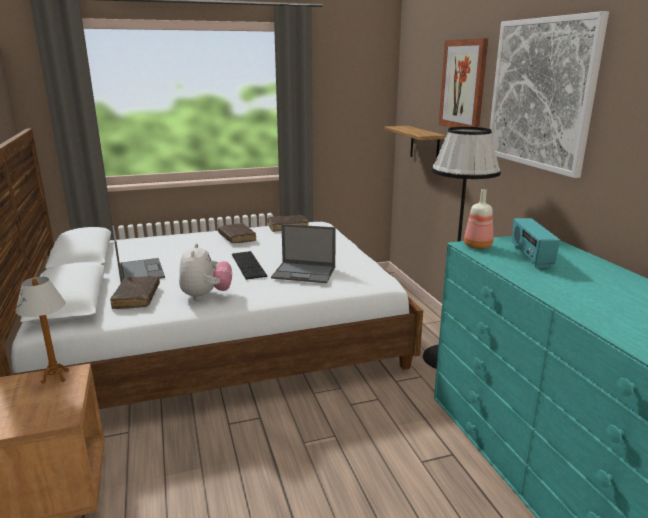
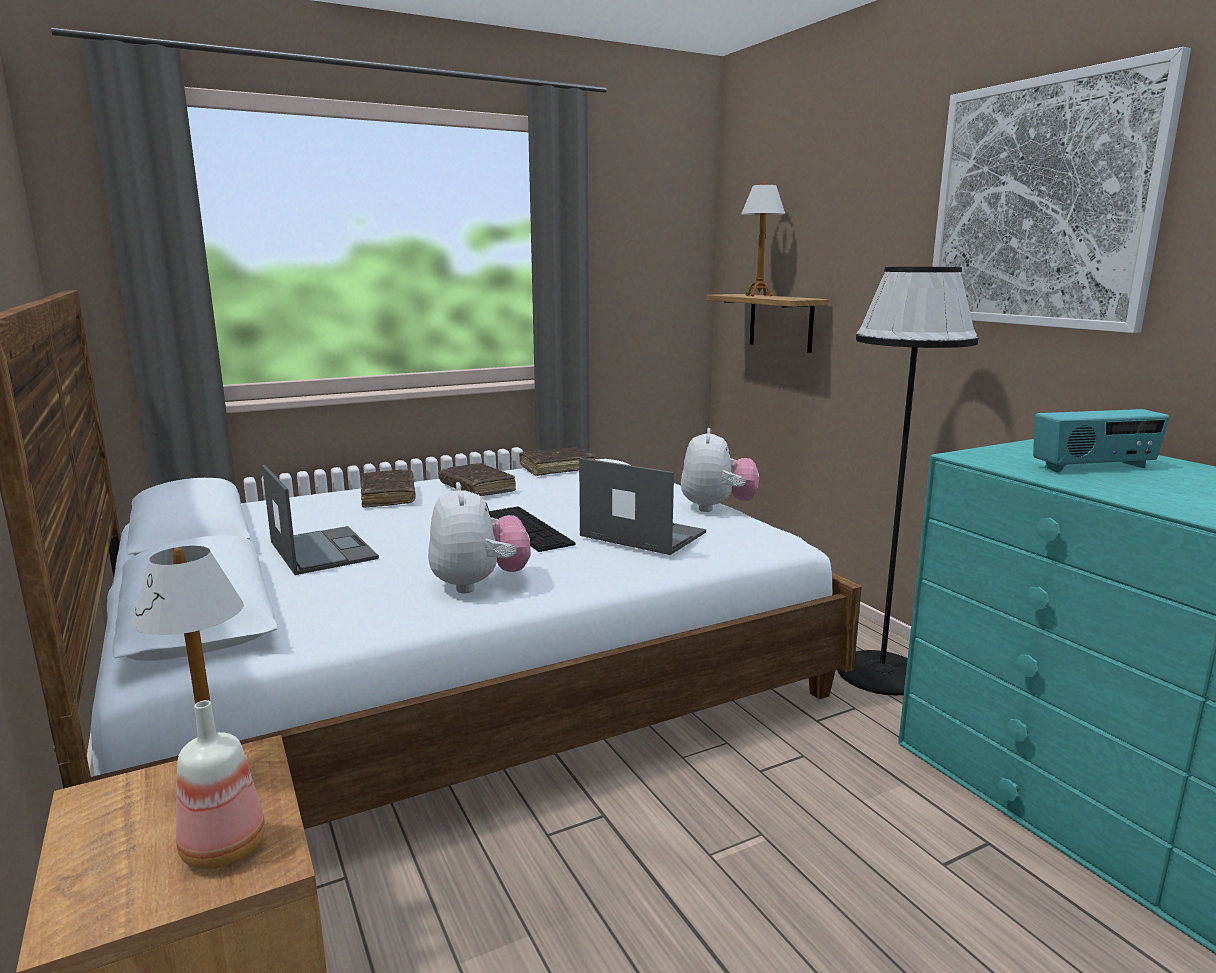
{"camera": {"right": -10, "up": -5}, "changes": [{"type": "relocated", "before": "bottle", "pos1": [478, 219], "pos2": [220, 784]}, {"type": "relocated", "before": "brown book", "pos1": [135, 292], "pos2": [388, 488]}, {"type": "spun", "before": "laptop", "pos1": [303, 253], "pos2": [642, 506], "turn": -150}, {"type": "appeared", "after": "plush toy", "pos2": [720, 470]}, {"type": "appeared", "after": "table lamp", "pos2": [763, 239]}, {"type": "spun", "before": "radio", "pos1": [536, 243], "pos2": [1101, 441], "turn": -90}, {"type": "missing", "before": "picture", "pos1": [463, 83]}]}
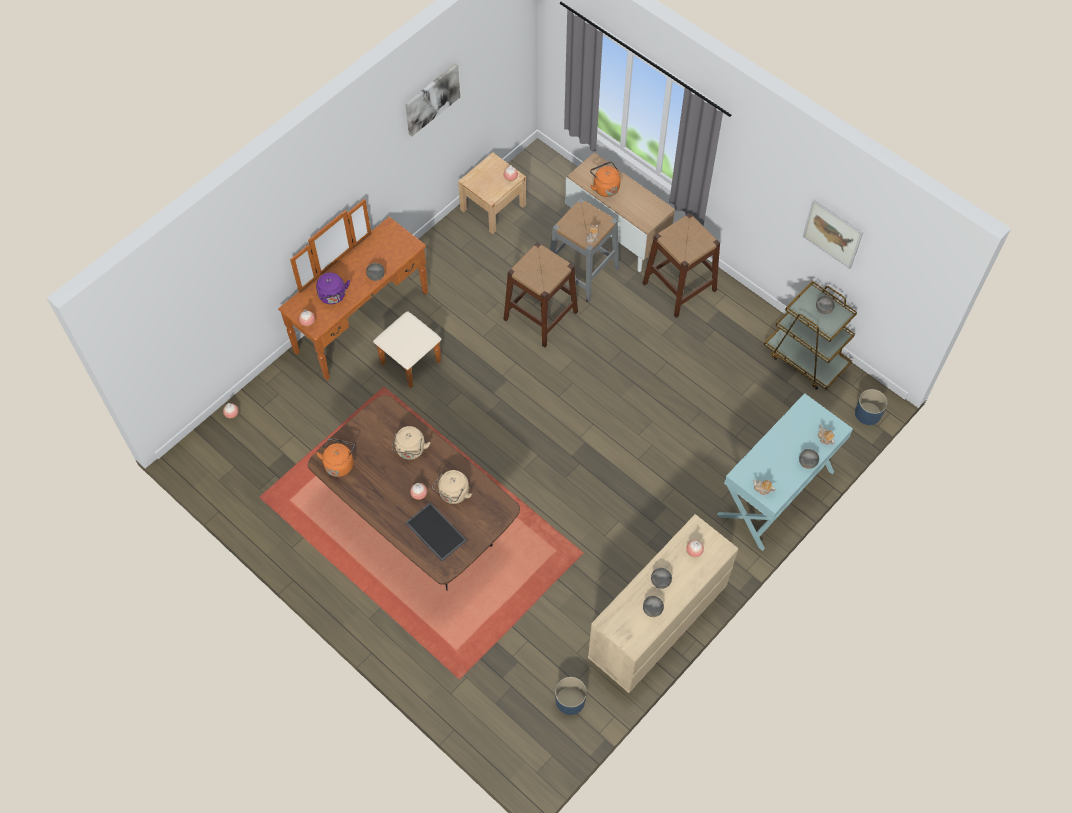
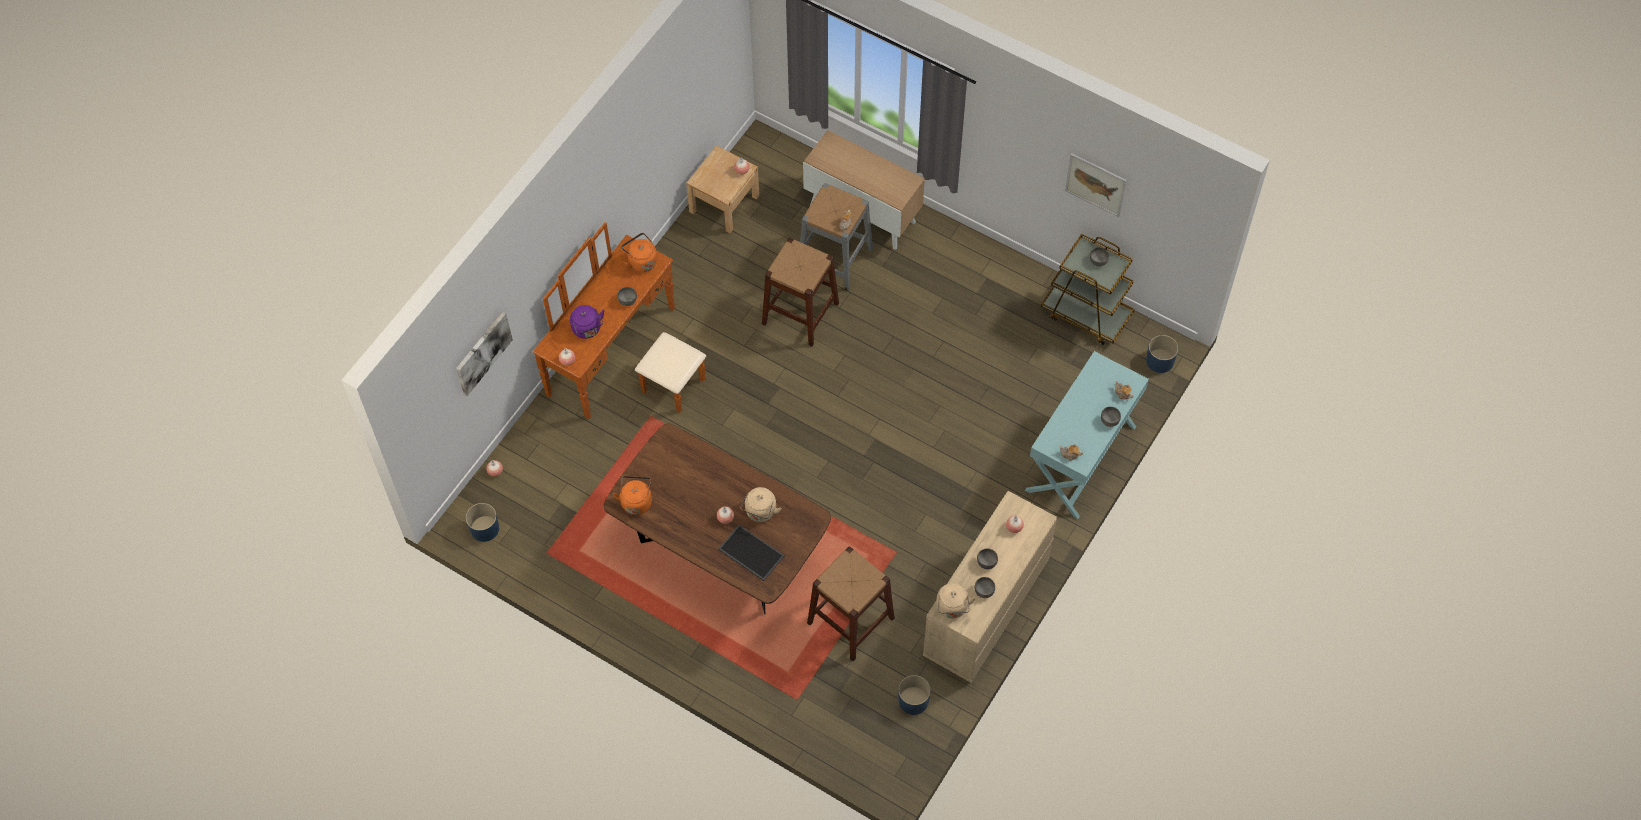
{"camera": {"right": -10, "up": 0}, "changes": [{"type": "relocated", "before": "picture", "pos1": [432, 99], "pos2": [484, 353]}, {"type": "appeared", "after": "blue planter", "pos2": [482, 522]}, {"type": "relocated", "before": "orange kettle", "pos1": [605, 179], "pos2": [639, 252]}, {"type": "relocated", "before": "brown stool", "pos1": [681, 265], "pos2": [851, 603]}, {"type": "relocated", "before": "beige kettle", "pos1": [411, 443], "pos2": [956, 601]}]}
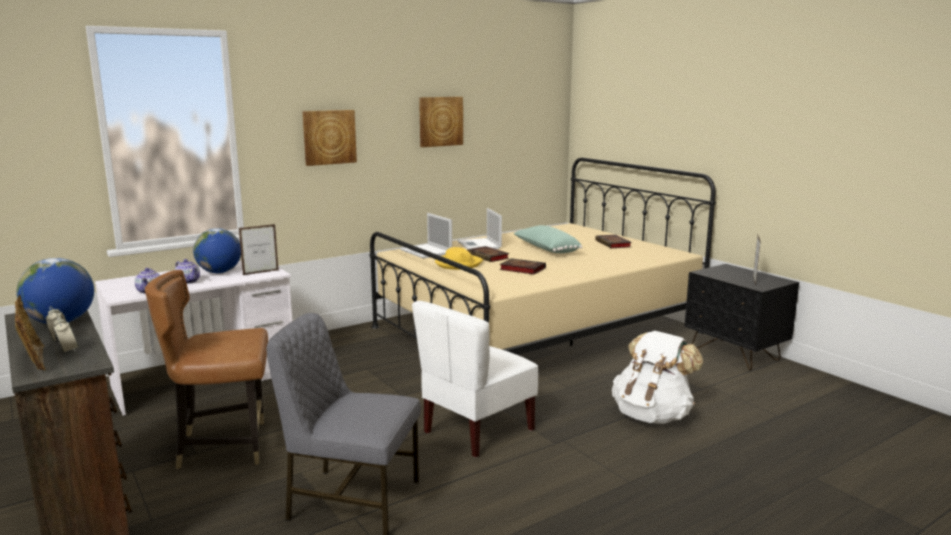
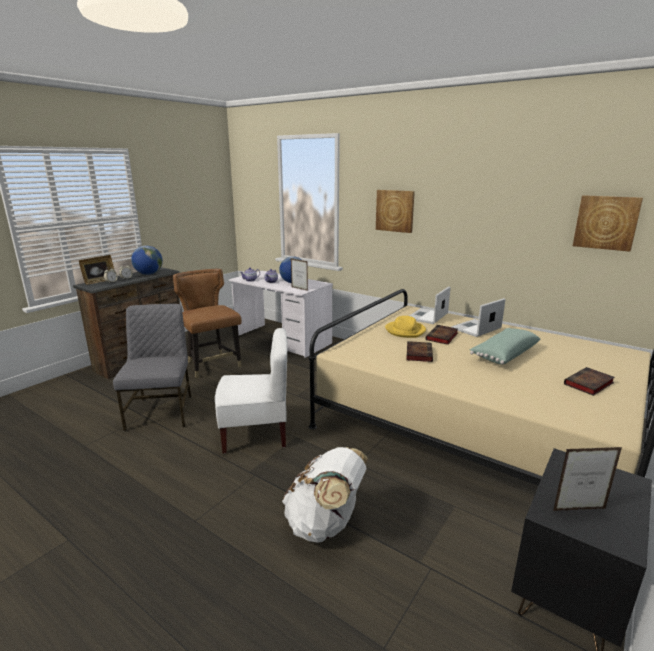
{"camera": {"right": 70, "up": 5}, "changes": [{"type": "spun", "before": "white chair", "pos1": [475, 379], "pos2": [251, 391], "turn": 150}, {"type": "relocated", "before": "picture", "pos1": [441, 122], "pos2": [608, 223]}]}
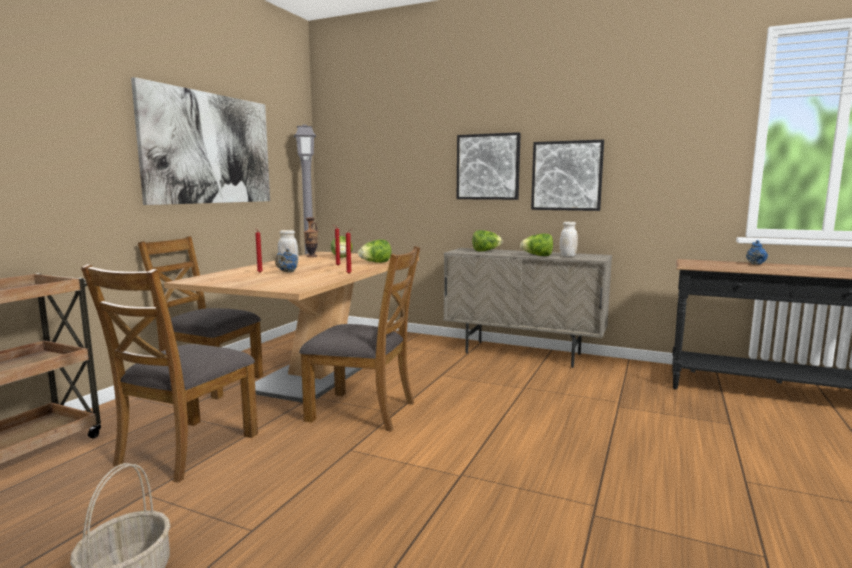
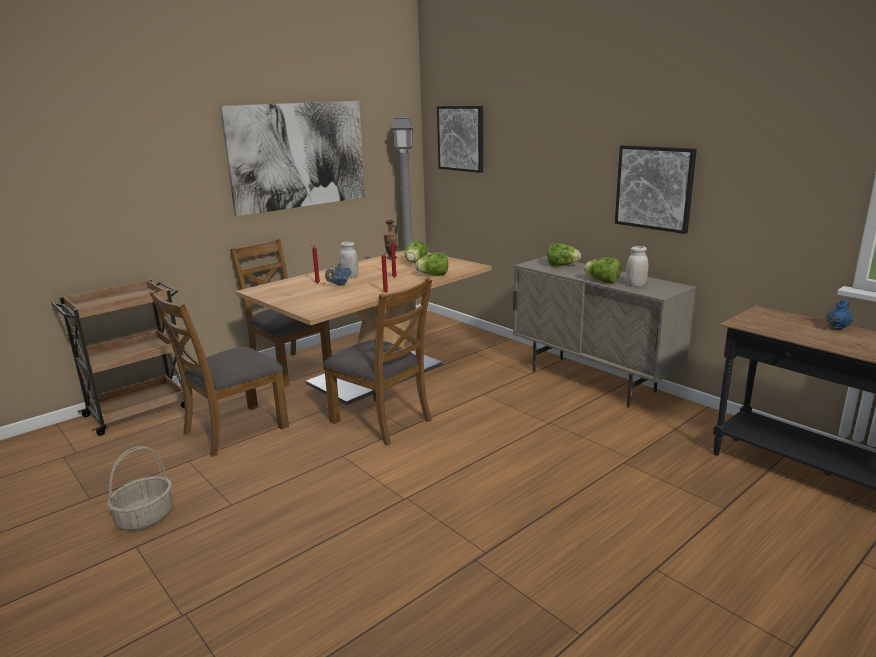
{"camera": {"right": 25, "up": 10}, "changes": [{"type": "relocated", "before": "picture", "pos1": [489, 166], "pos2": [460, 139]}]}
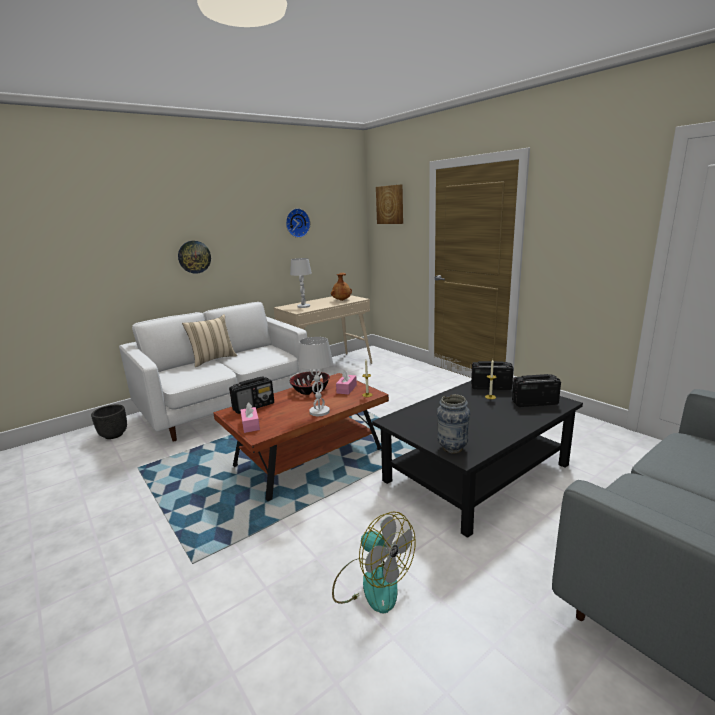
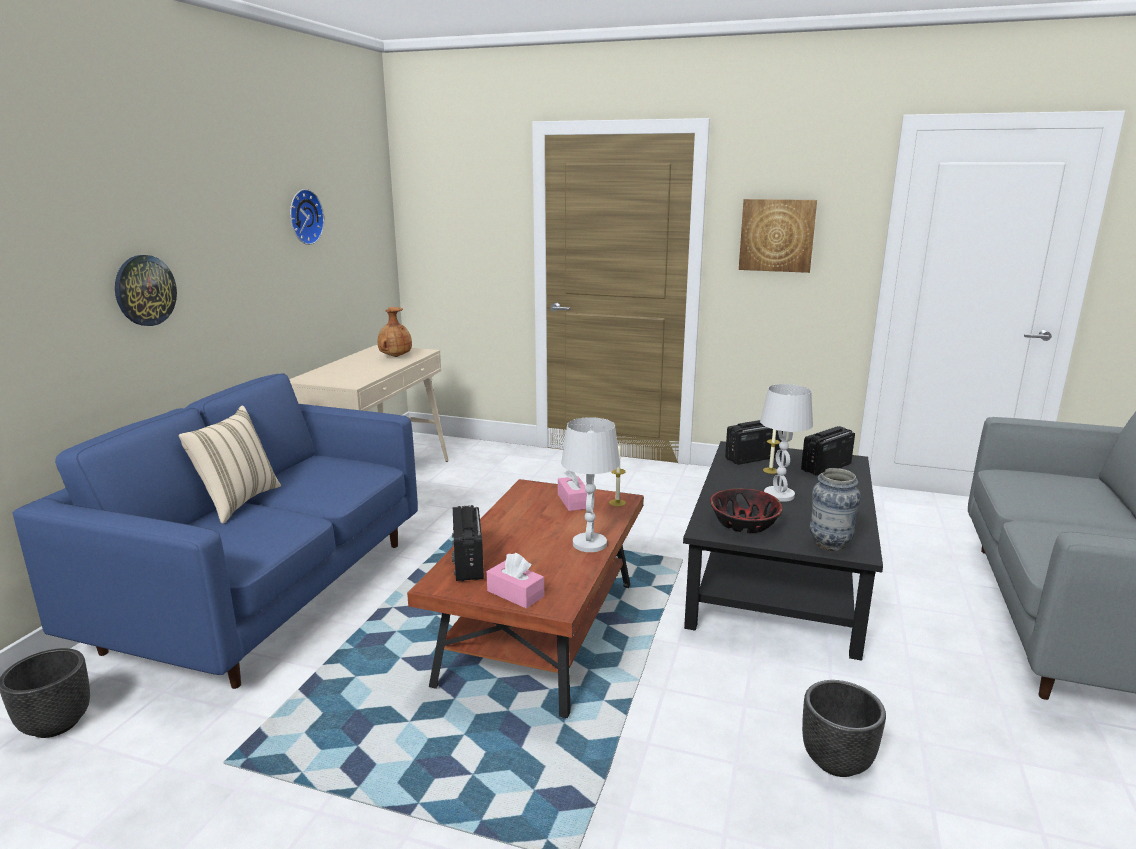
{"camera": {"right": -35, "up": 0}, "changes": [{"type": "colour", "before": "white sofa", "after": "blue sofa", "pos1": [214, 372], "pos2": [215, 531]}, {"type": "spun", "before": "radio", "pos1": [251, 395], "pos2": [468, 543], "turn": 150}, {"type": "relocated", "before": "bowl", "pos1": [310, 383], "pos2": [746, 511]}, {"type": "relocated", "before": "picture", "pos1": [389, 204], "pos2": [778, 236]}, {"type": "relocated", "before": "white table lamp", "pos1": [301, 283], "pos2": [786, 443]}, {"type": "exchanged", "before": "fan", "after": "black planter", "pos1": [374, 562], "pos2": [844, 728]}]}
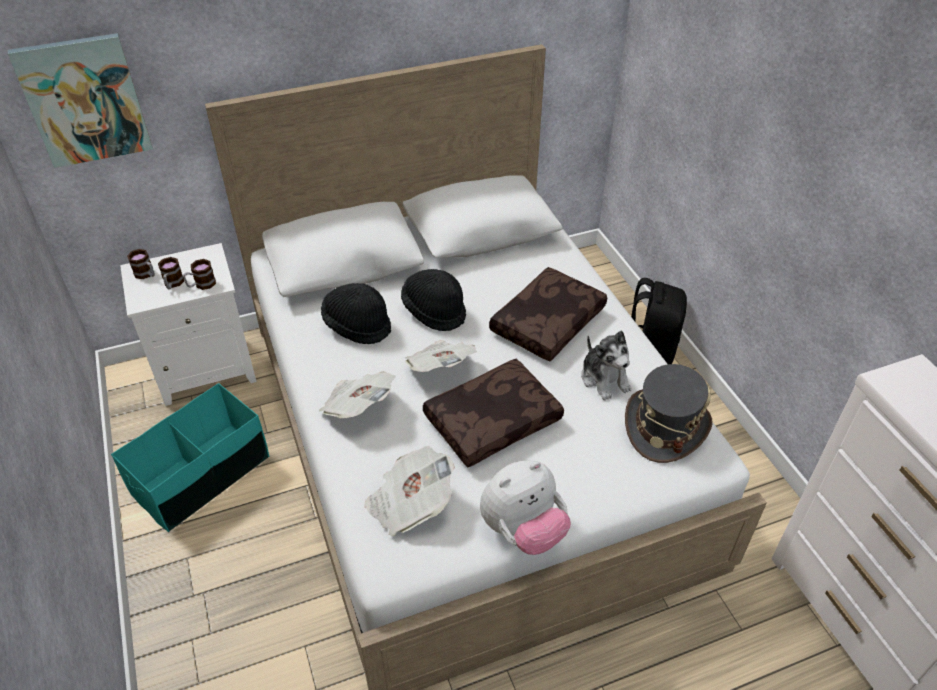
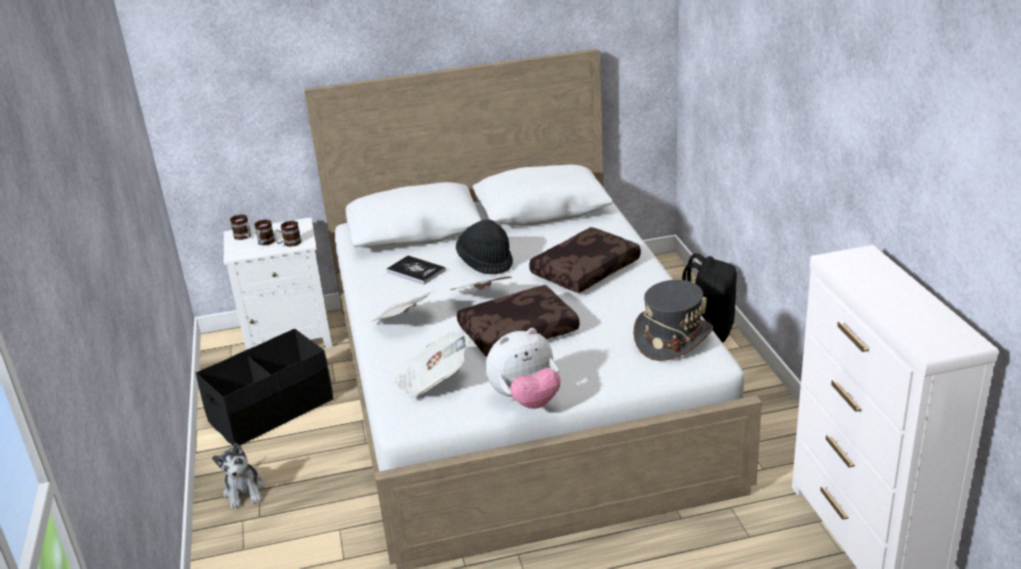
{"camera": {"right": 10, "up": -15}, "changes": [{"type": "colour", "before": "turquoise storage box", "after": "black storage box", "pos1": [190, 457], "pos2": [265, 387]}, {"type": "relocated", "before": "plush toy", "pos1": [606, 366], "pos2": [238, 476]}, {"type": "exchanged", "before": "black hat", "after": "book", "pos1": [356, 313], "pos2": [416, 270]}, {"type": "missing", "before": "picture", "pos1": [80, 100]}]}
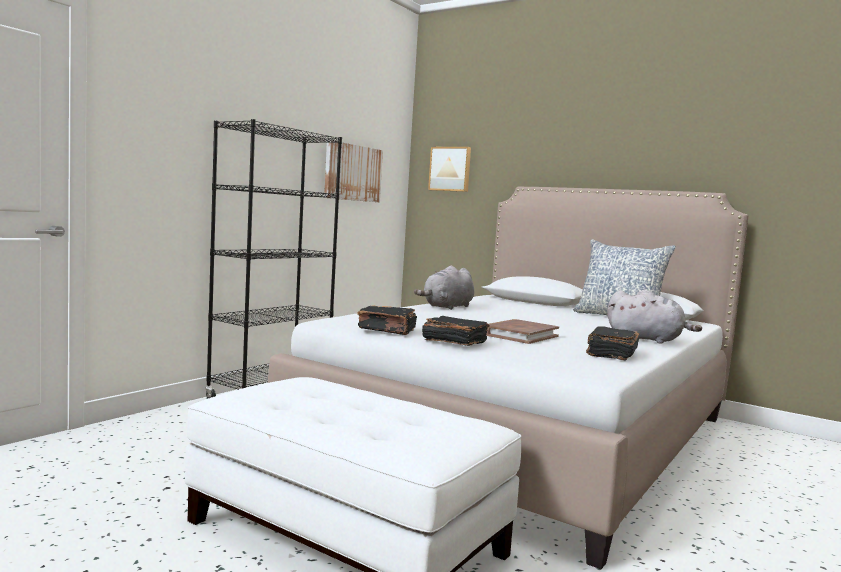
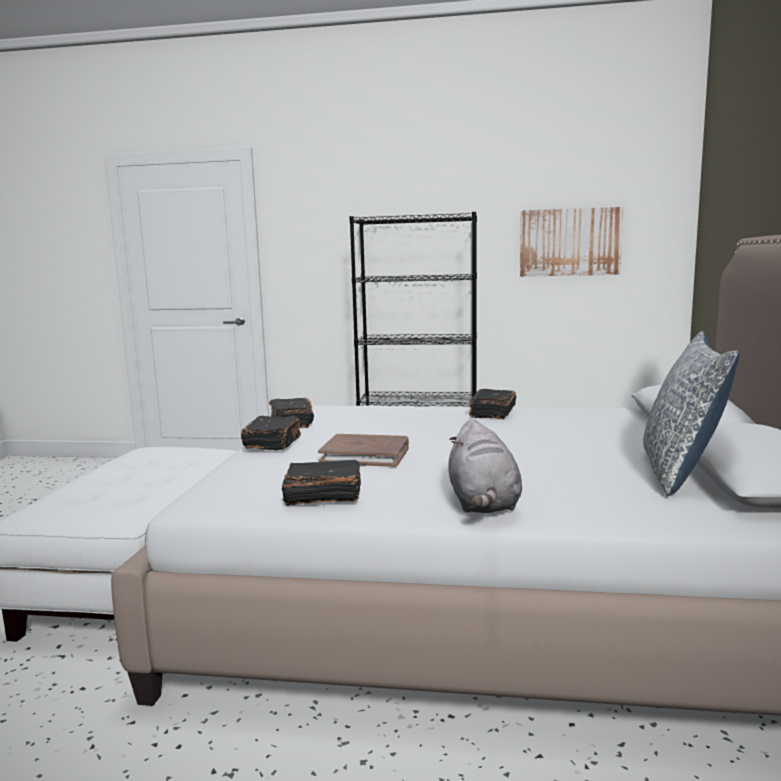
{"camera": {"right": 65, "up": 5}, "changes": [{"type": "exchanged", "before": "grey plush toy", "after": "black book", "pos1": [444, 287], "pos2": [493, 404]}, {"type": "missing", "before": "picture", "pos1": [449, 169]}]}
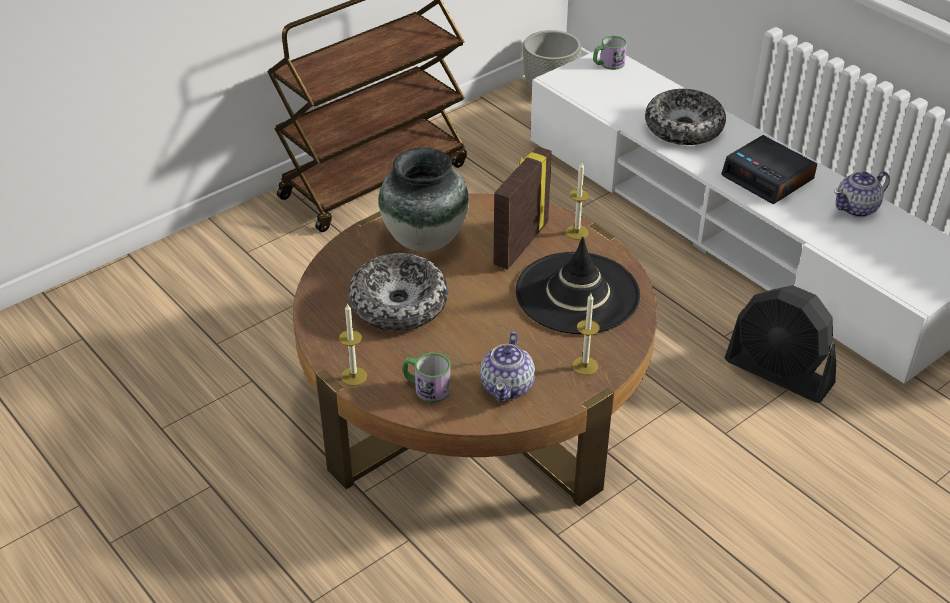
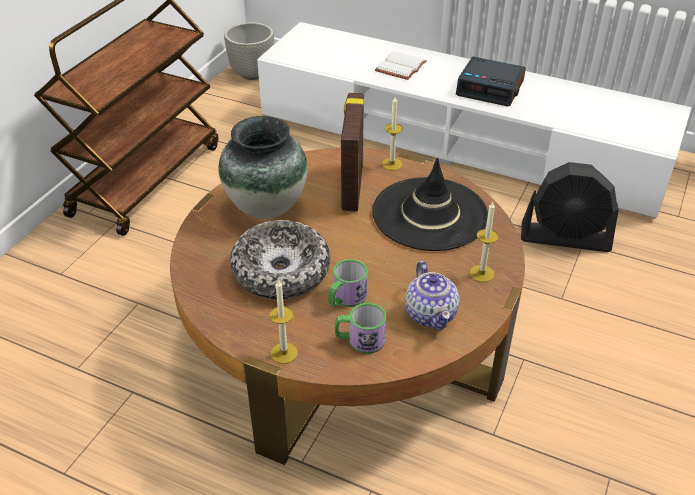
{"camera": {"right": -25, "up": 0}, "changes": [{"type": "relocated", "before": "mug", "pos1": [610, 53], "pos2": [348, 283]}, {"type": "exchanged", "before": "bowl", "after": "white book", "pos1": [685, 117], "pos2": [401, 65]}, {"type": "missing", "before": "teapot", "pos1": [862, 194]}]}
